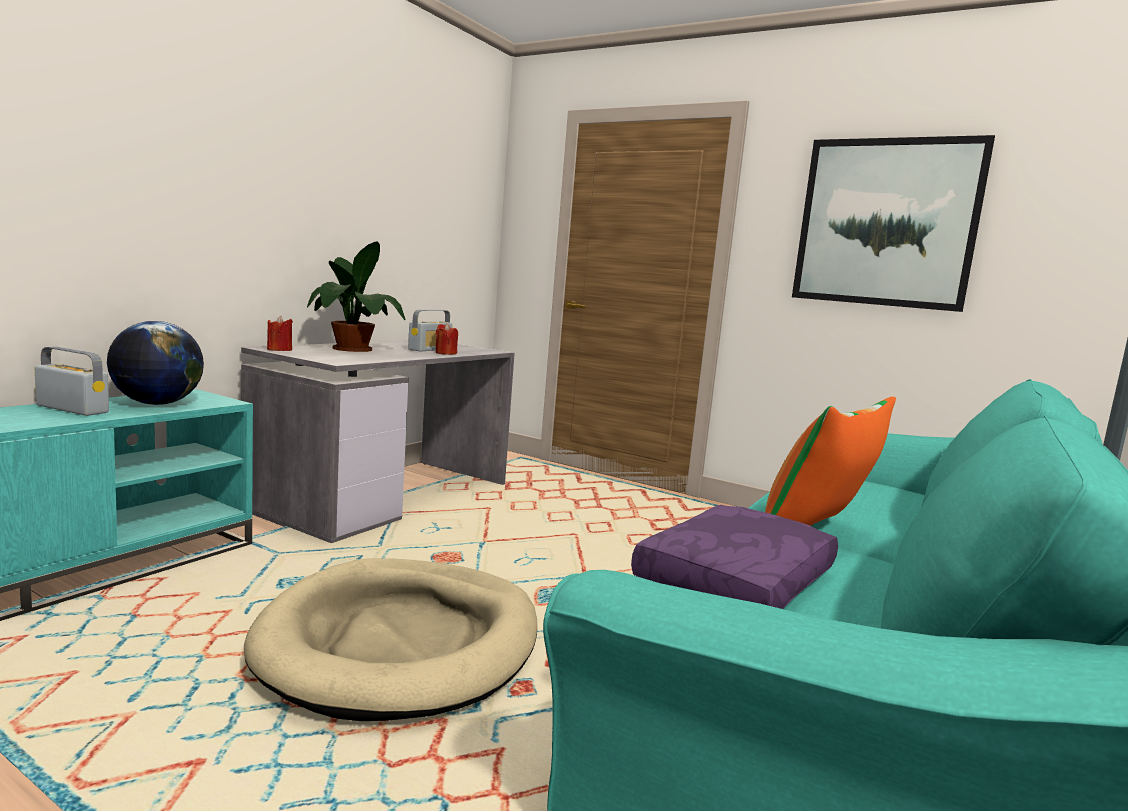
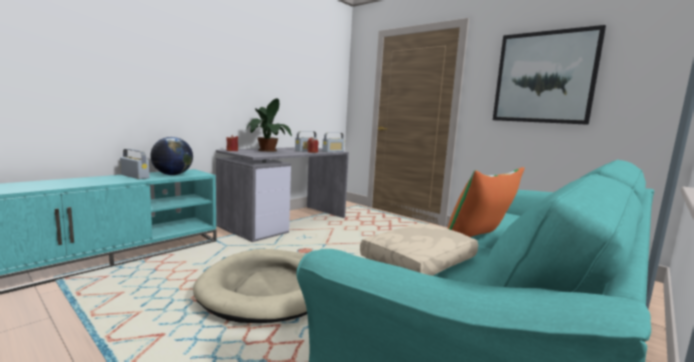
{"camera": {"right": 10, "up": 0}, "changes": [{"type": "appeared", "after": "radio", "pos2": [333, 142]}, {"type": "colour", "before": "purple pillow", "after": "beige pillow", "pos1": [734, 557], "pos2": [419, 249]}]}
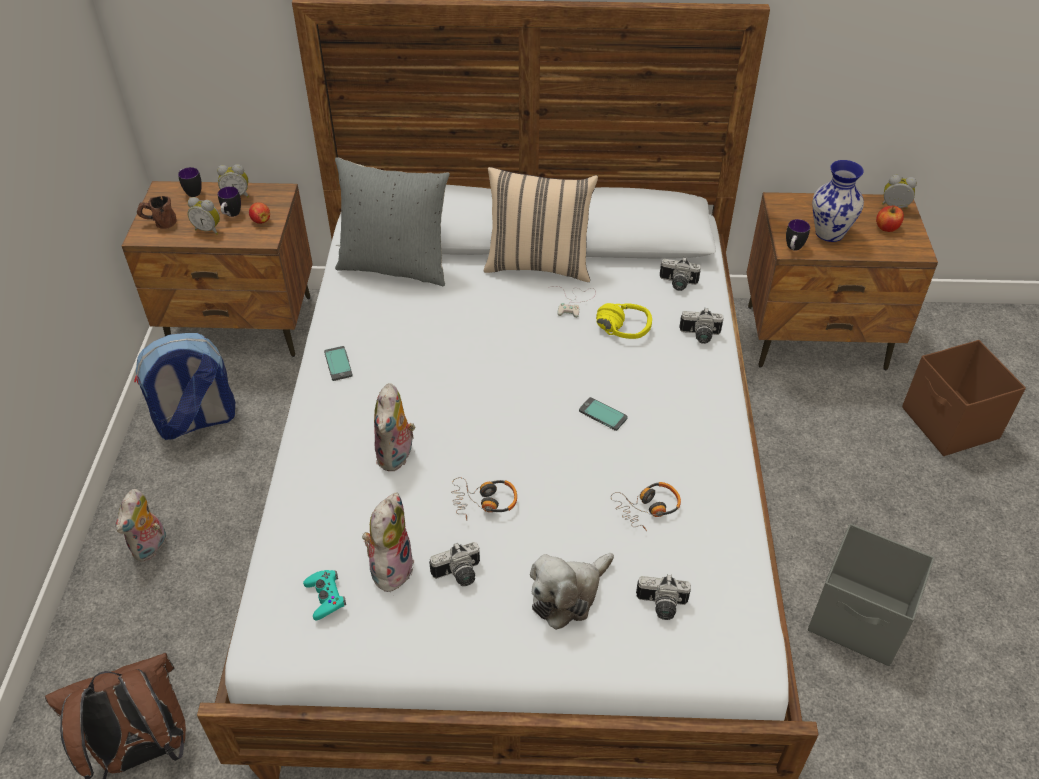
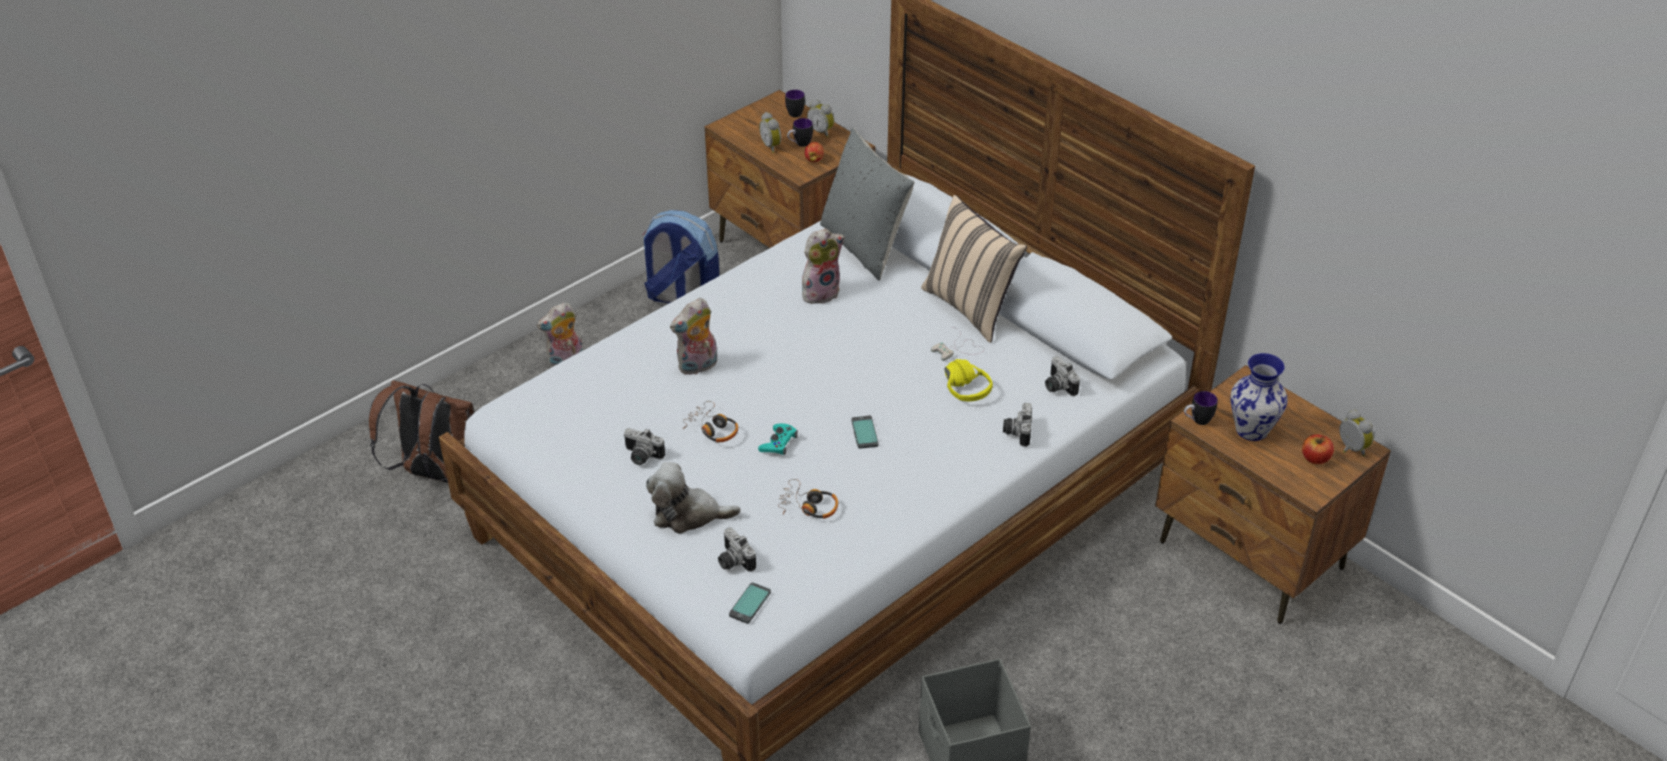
{"camera": {"right": 45, "up": -5}, "changes": [{"type": "relocated", "before": "phone", "pos1": [338, 363], "pos2": [750, 603]}, {"type": "relocated", "before": "turquoise game controller", "pos1": [324, 595], "pos2": [778, 439]}, {"type": "relocated", "before": "plush toy", "pos1": [387, 542], "pos2": [823, 266]}, {"type": "spun", "before": "photo camera", "pos1": [701, 326], "pos2": [1017, 425], "turn": 45}, {"type": "missing", "before": "brown mug", "pos1": [157, 212]}, {"type": "missing", "before": "brown storage box", "pos1": [964, 398]}]}
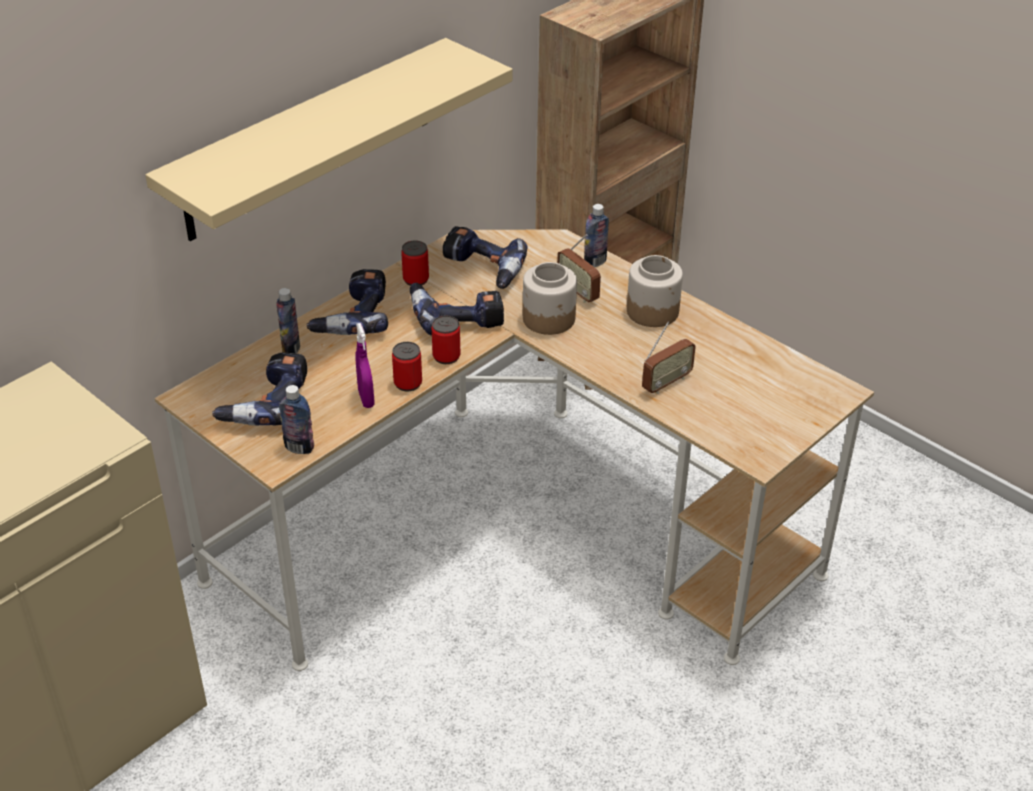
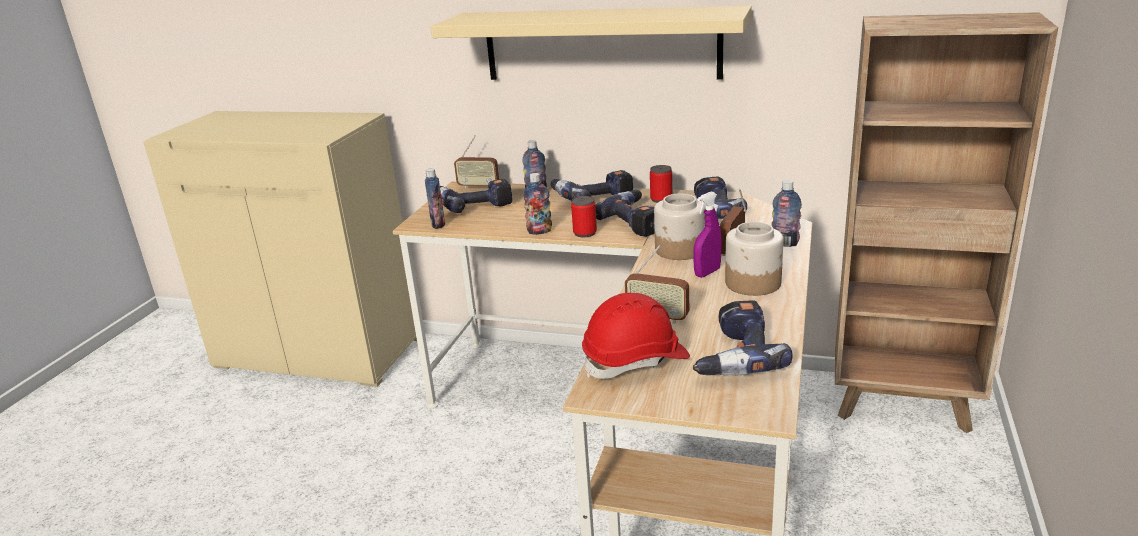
{"camera": {"right": 65, "up": -15}, "changes": [{"type": "appeared", "after": "radio", "pos2": [476, 162]}, {"type": "exchanged", "before": "can", "after": "bottle", "pos1": [407, 367], "pos2": [537, 204]}, {"type": "appeared", "after": "red hard hat", "pos2": [636, 336]}, {"type": "relocated", "before": "purple spray bottle", "pos1": [364, 365], "pos2": [707, 234]}, {"type": "appeared", "after": "power drill", "pos2": [742, 337]}]}
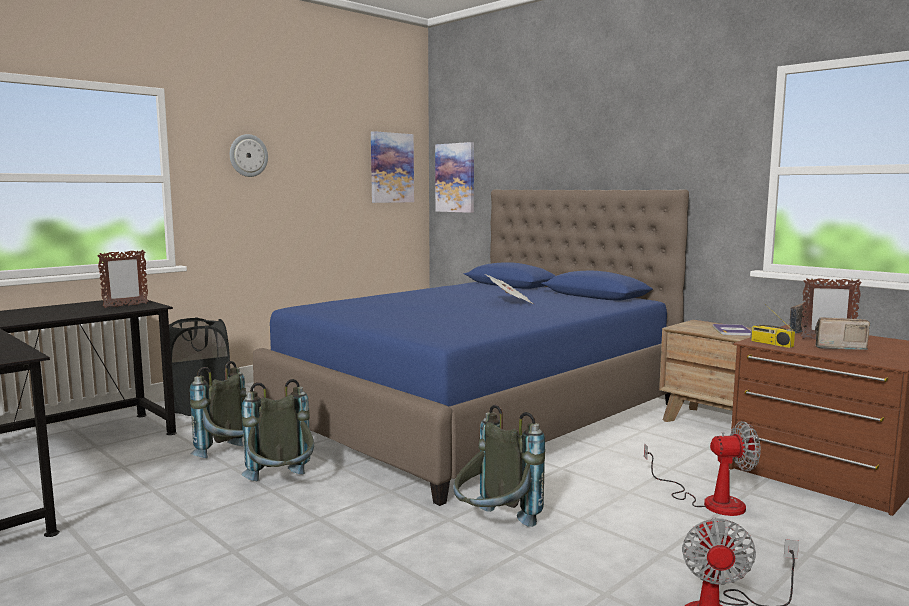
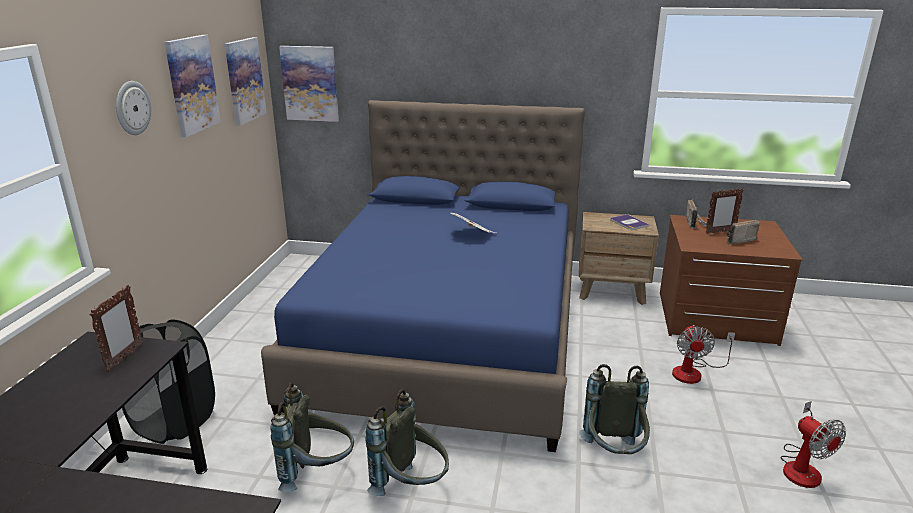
{"camera": {"right": -35, "up": 15}, "changes": [{"type": "appeared", "after": "picture", "pos2": [193, 86]}, {"type": "spun", "before": "fan", "pos1": [702, 468], "pos2": [703, 354], "turn": 135}, {"type": "missing", "before": "radio", "pos1": [772, 325]}]}
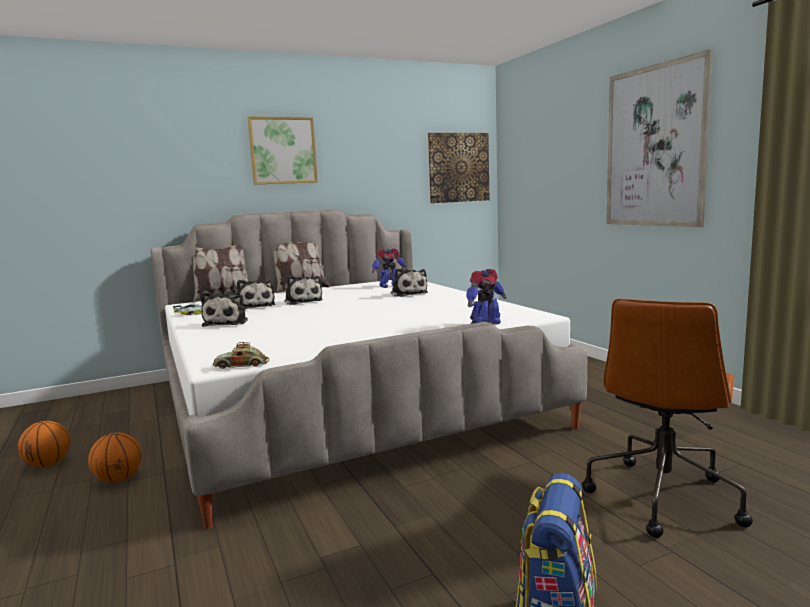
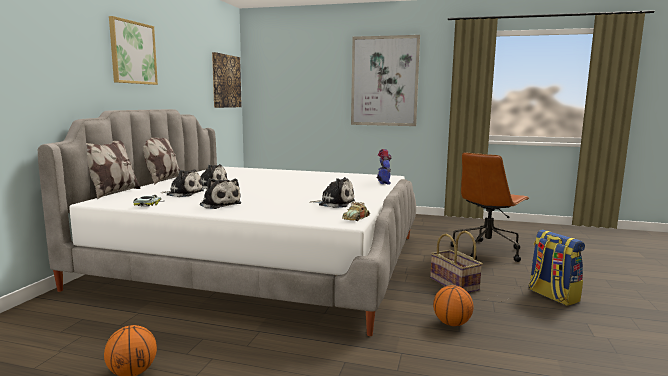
{"camera": {"right": -50, "up": 0}, "changes": [{"type": "relocated", "before": "plush toy", "pos1": [409, 282], "pos2": [332, 192]}, {"type": "appeared", "after": "basket", "pos2": [456, 262]}, {"type": "relocated", "before": "basketball", "pos1": [115, 457], "pos2": [453, 305]}, {"type": "spun", "before": "brown office chair", "pos1": [667, 418], "pos2": [490, 207], "turn": 60}, {"type": "missing", "before": "toy robot", "pos1": [389, 268]}]}
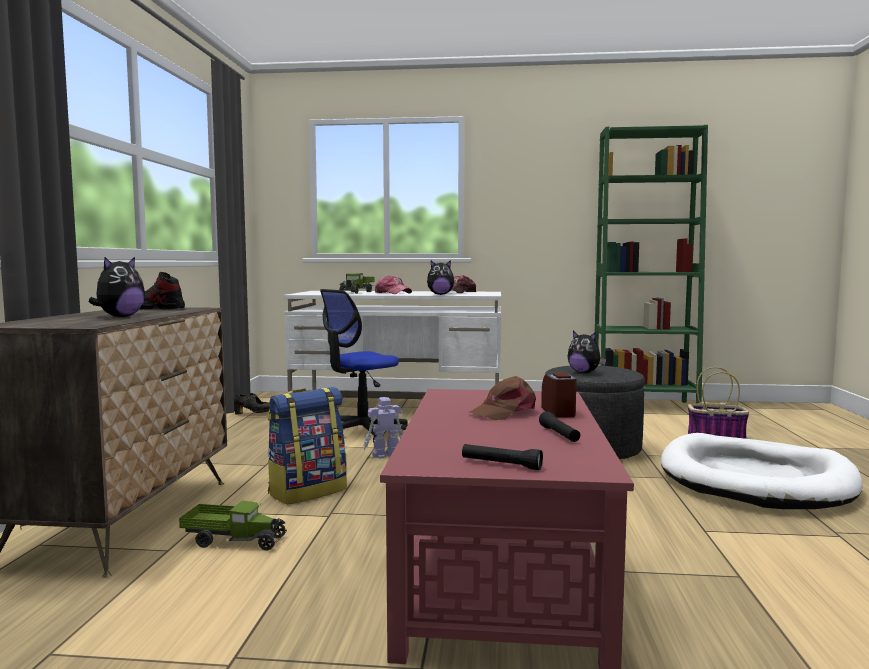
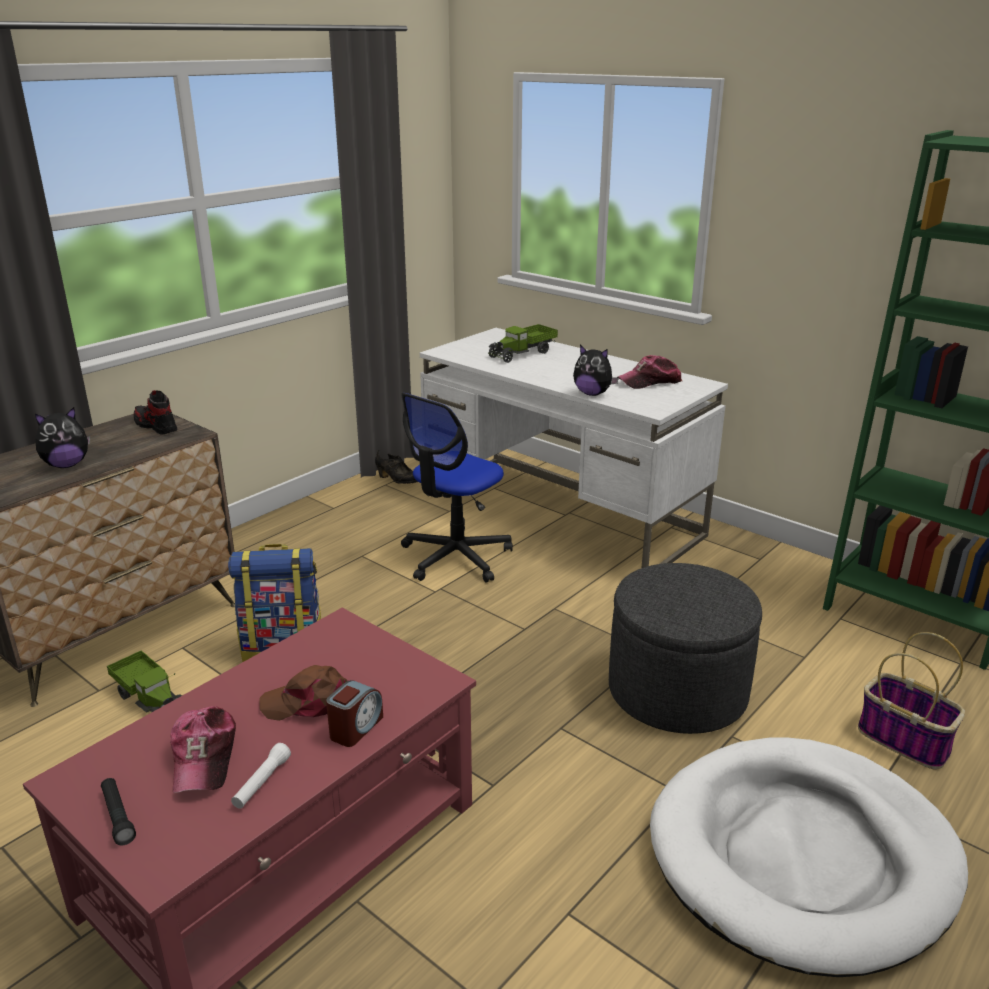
{"camera": {"right": 35, "up": 20}, "changes": [{"type": "relocated", "before": "cap", "pos1": [393, 284], "pos2": [203, 749]}, {"type": "colour", "before": "black flashlight", "after": "white flashlight", "pos1": [559, 426], "pos2": [261, 776]}, {"type": "spun", "before": "office chair", "pos1": [364, 366], "pos2": [457, 488], "turn": -45}, {"type": "missing", "before": "toy robot", "pos1": [383, 428]}, {"type": "missing", "before": "plush toy", "pos1": [587, 352]}]}
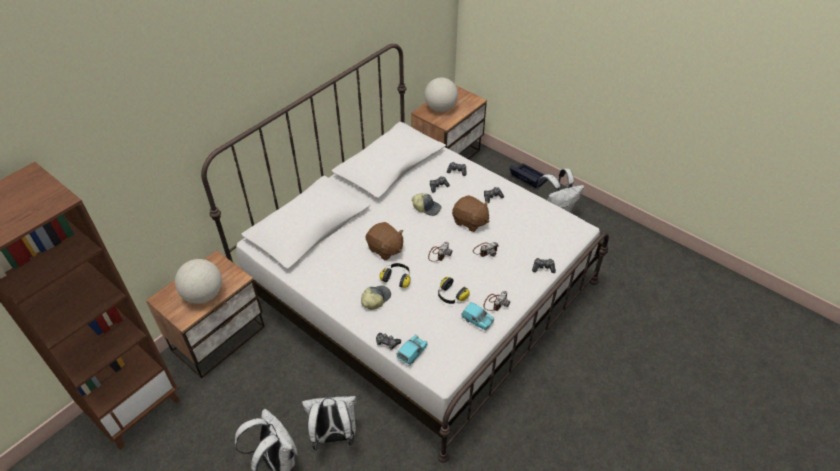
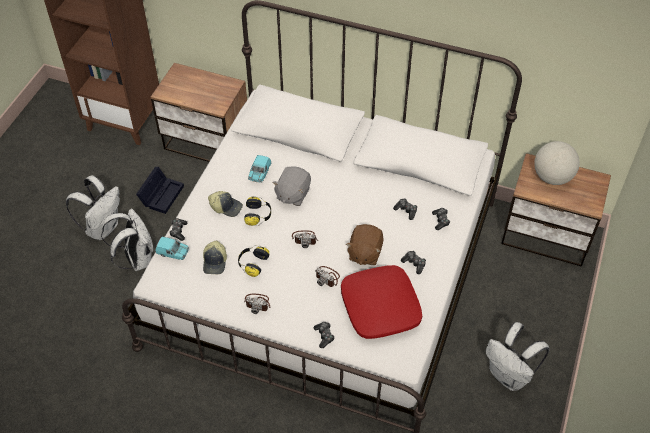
{"camera": {"right": 70, "up": 5}, "changes": [{"type": "relocated", "before": "black storage box", "pos1": [528, 176], "pos2": [160, 190]}, {"type": "relocated", "before": "cap", "pos1": [427, 204], "pos2": [215, 257]}, {"type": "relocated", "before": "turquoise toy car", "pos1": [477, 316], "pos2": [259, 169]}, {"type": "colour", "before": "brown plush toy", "after": "grey plush toy", "pos1": [385, 241], "pos2": [291, 186]}, {"type": "appeared", "after": "red pillow", "pos2": [381, 302]}, {"type": "missing", "before": "globe", "pos1": [198, 281]}]}
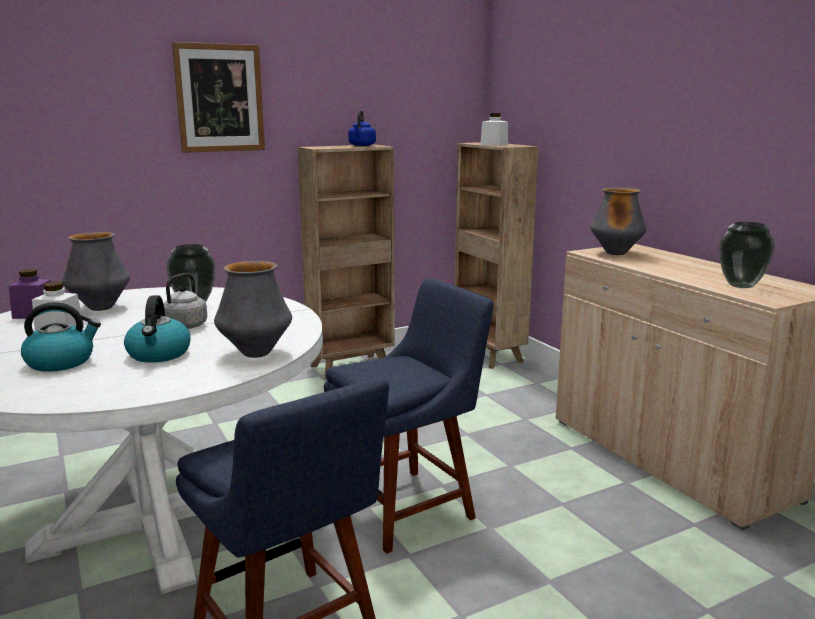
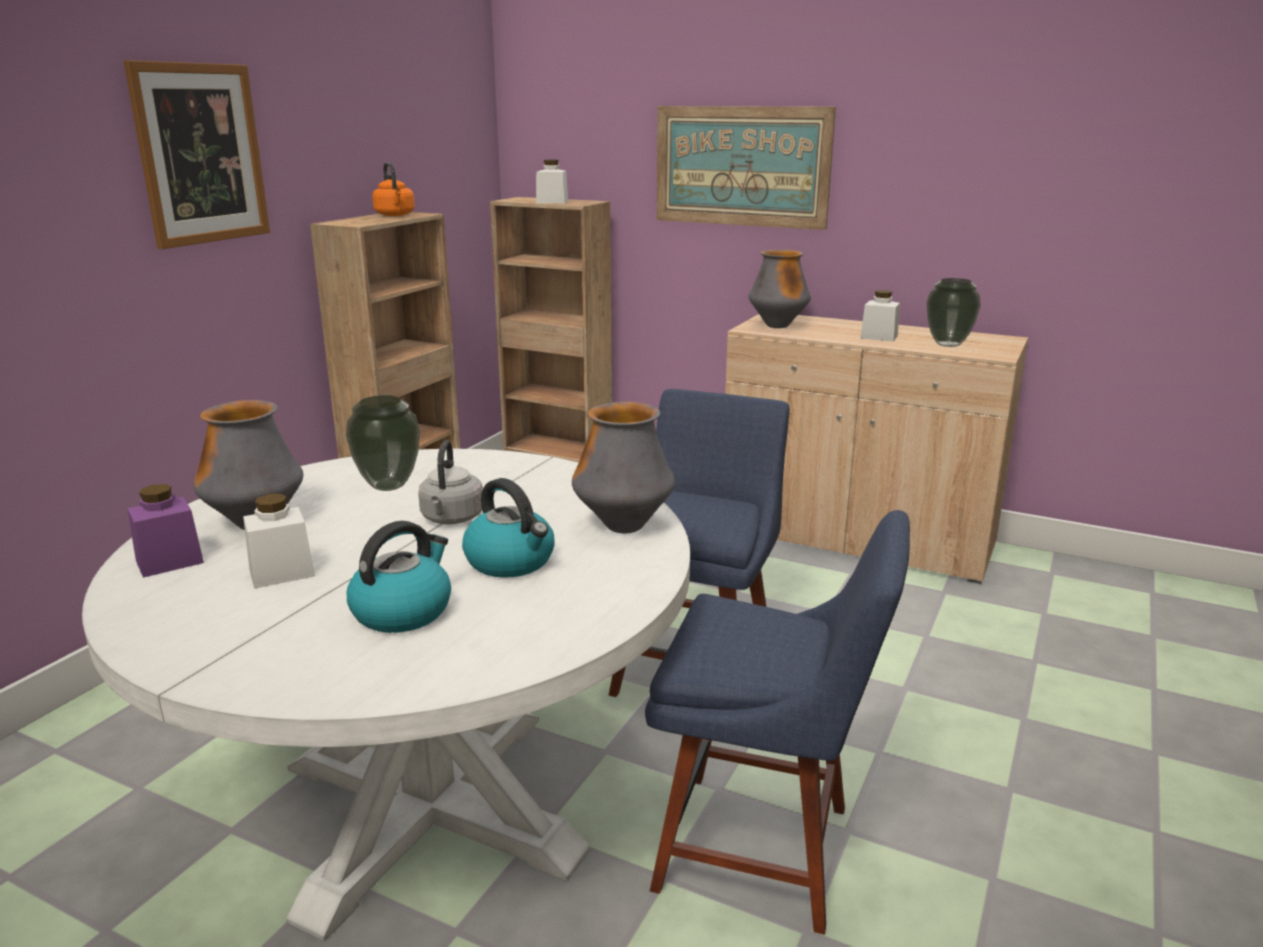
{"camera": {"right": -35, "up": 5}, "changes": [{"type": "colour", "before": "blue kettle", "after": "orange kettle", "pos1": [362, 128], "pos2": [393, 189]}, {"type": "appeared", "after": "picture", "pos2": [746, 168]}, {"type": "appeared", "after": "white jar", "pos2": [880, 316]}]}
